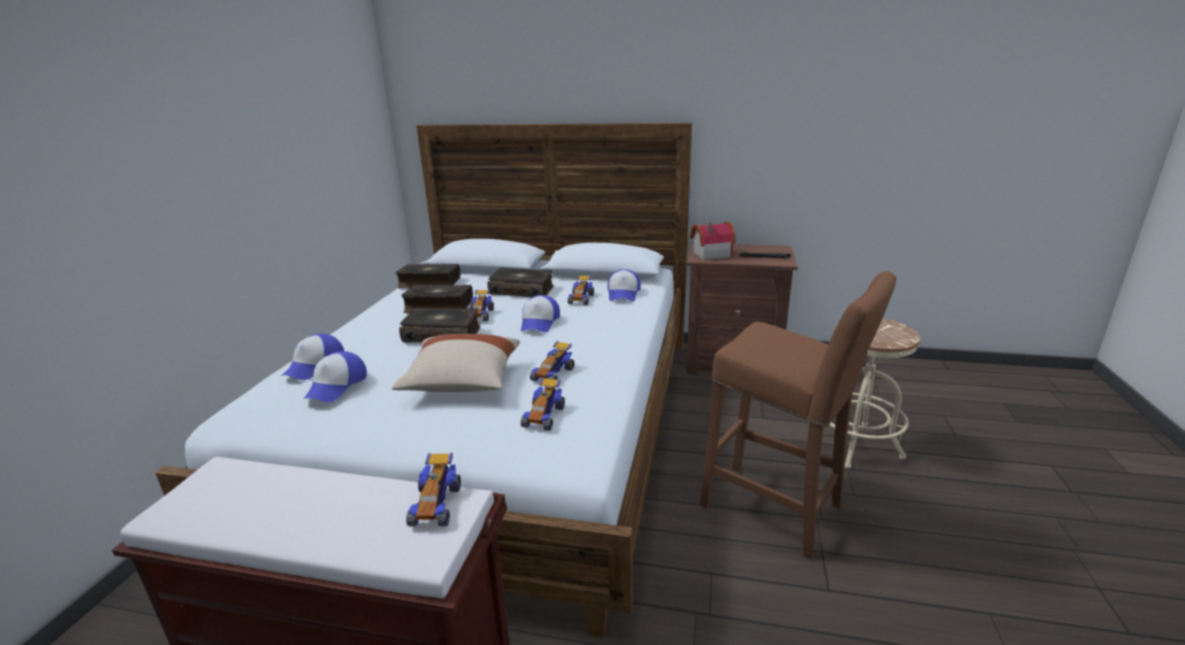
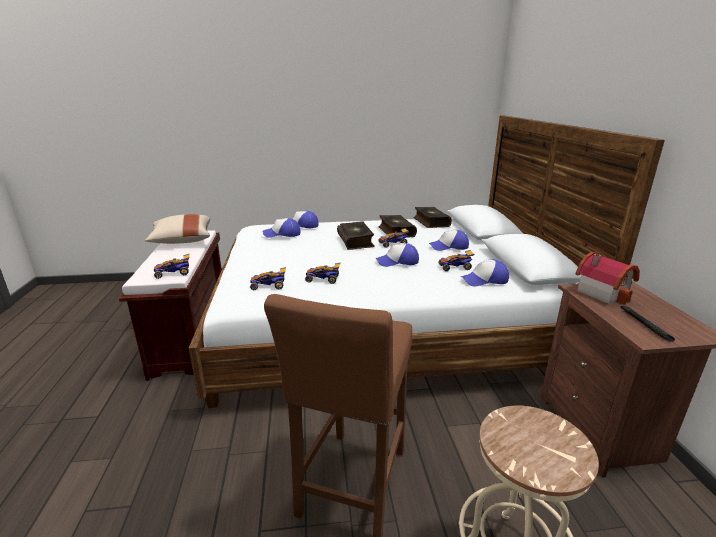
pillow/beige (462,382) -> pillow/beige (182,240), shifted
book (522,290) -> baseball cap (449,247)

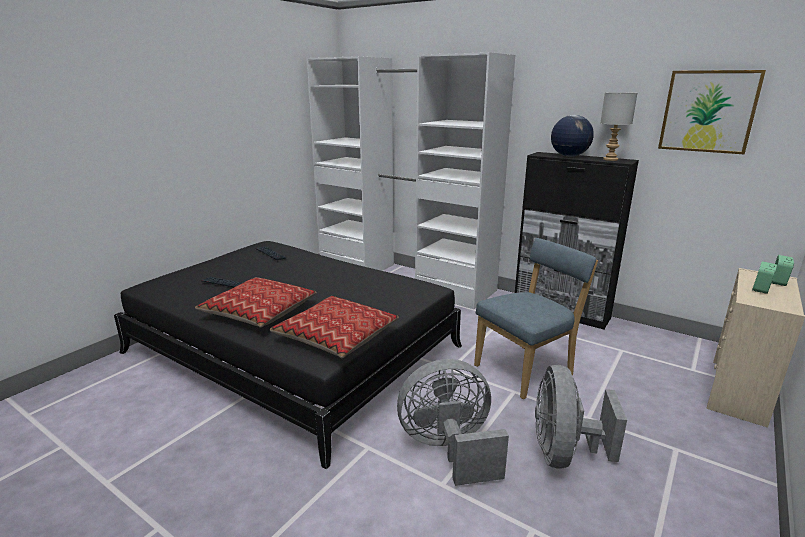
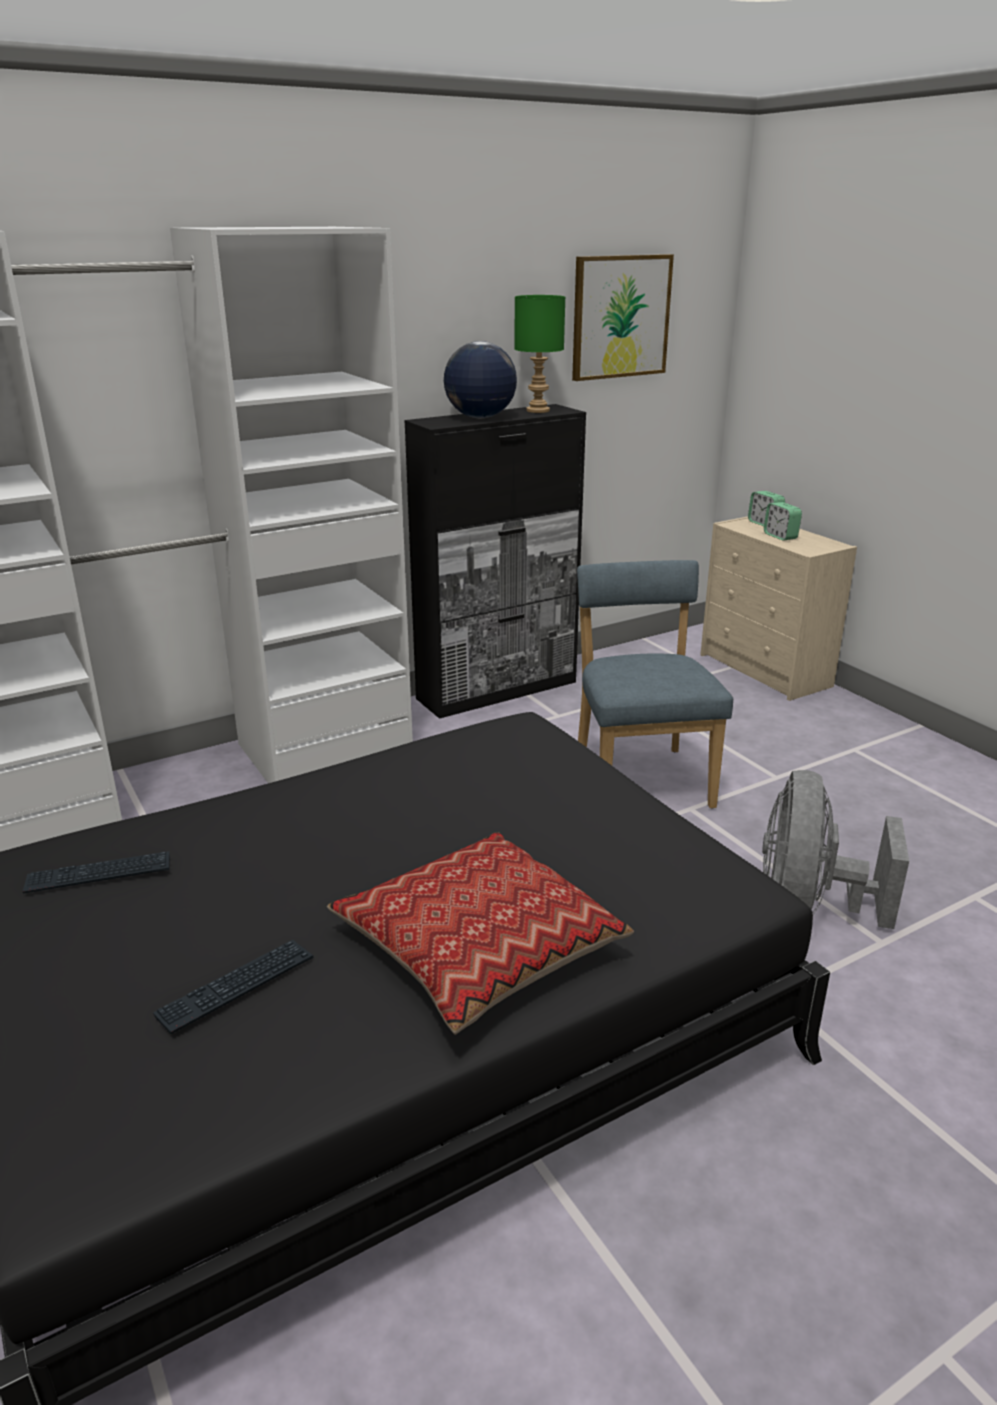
pillow (336,335) -> none
electric fan/gray (564,453) -> none
table lamp/gray (611,159) -> table lamp/green (537,410)

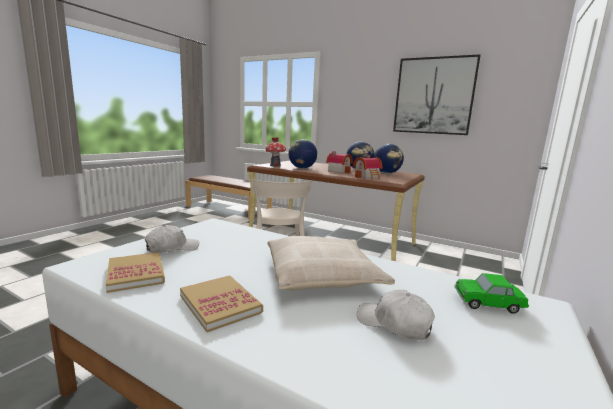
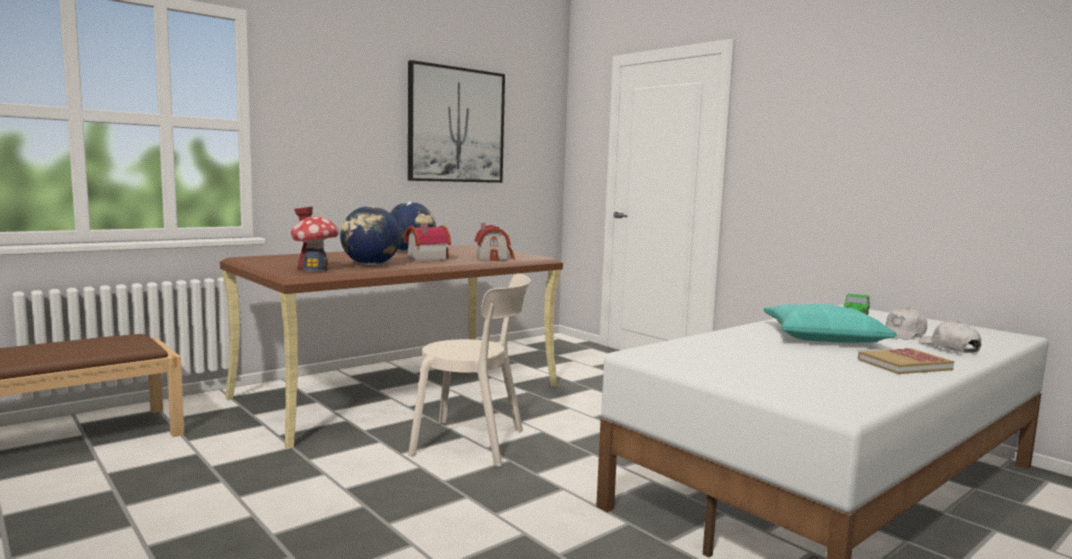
book (136,274) -> none
baseball cap/whitish (172,248) -> baseball cap/whitish (948,348), shifted
pillow/beige (323,275) -> pillow/turquoise (823,336)
desk globe (387,173) -> none

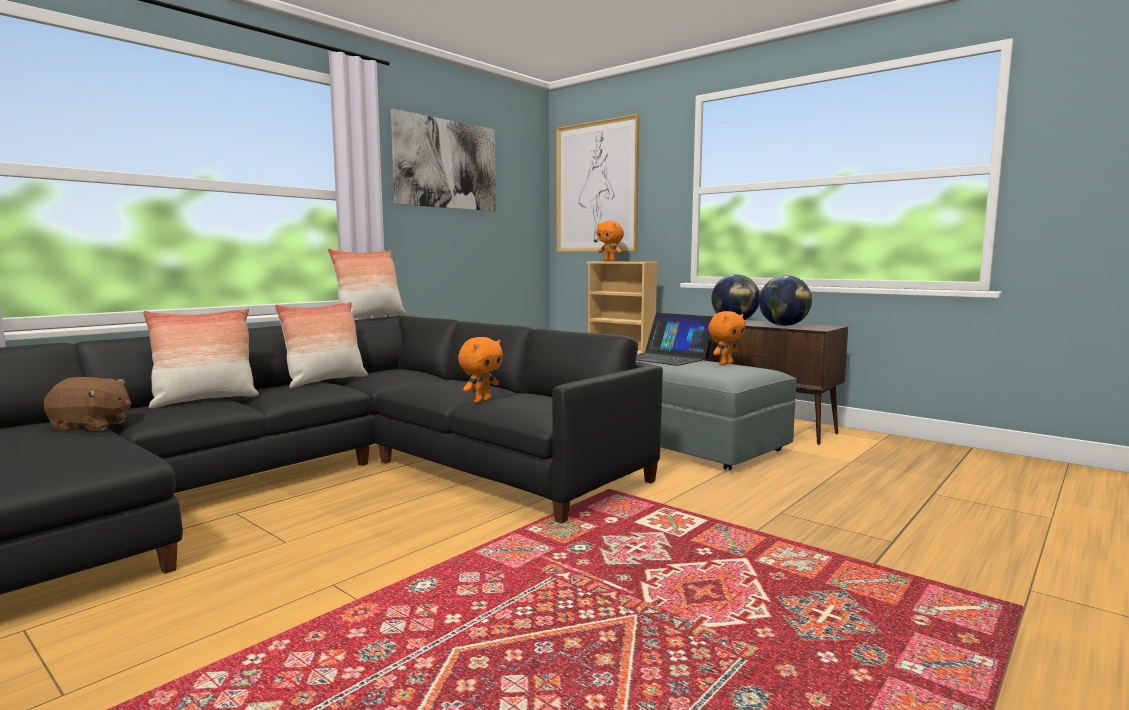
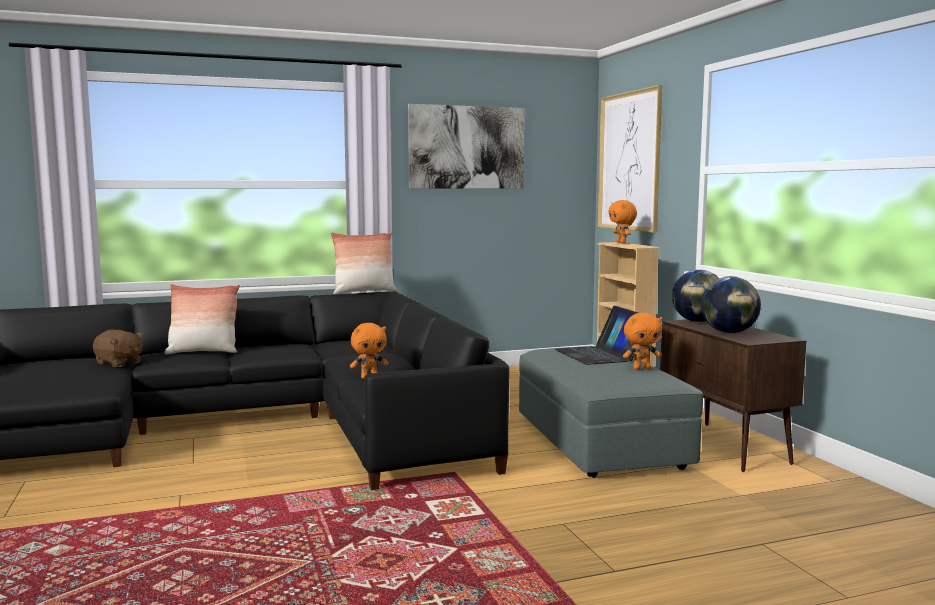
pillow (325,381) -> none

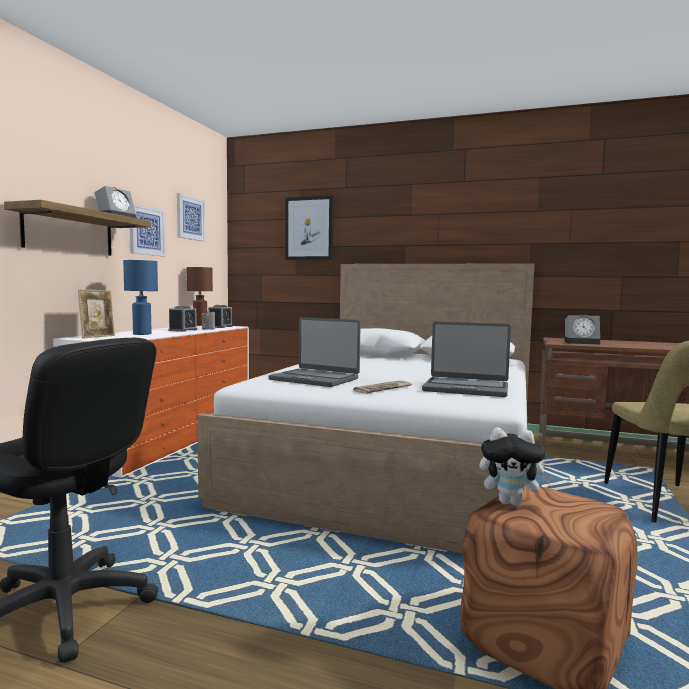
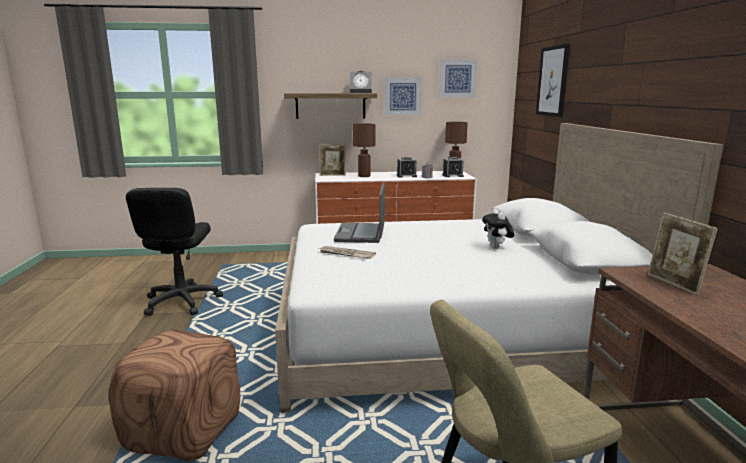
table lamp/blue-coloured (142,334) -> table lamp/brown (364,176)
laptop (466,388) -> none
cuddly toy (511,502) -> cuddly toy (496,248), shifted
table clock (582,342) -> photo frame (674,284)

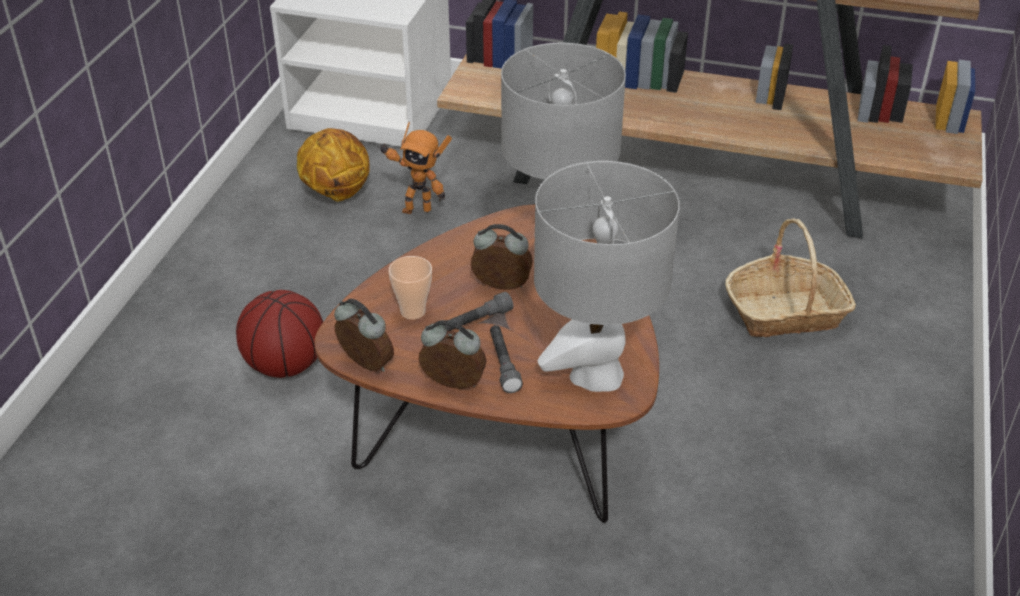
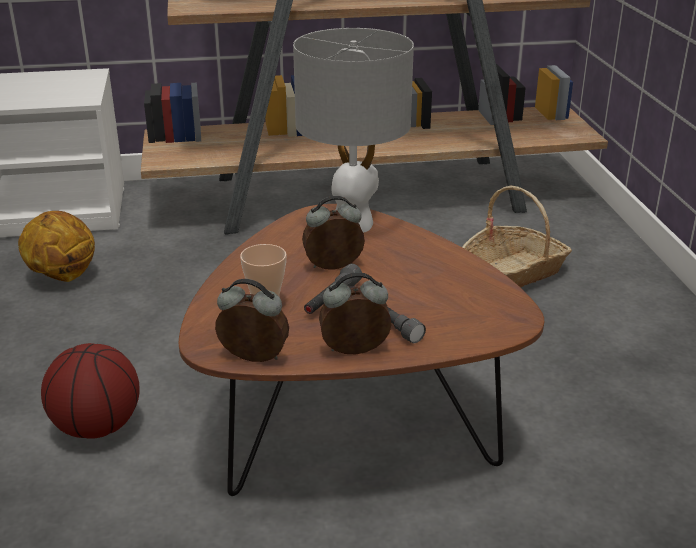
toy robot (416,209) -> none
table lamp/gray (596,375) -> none

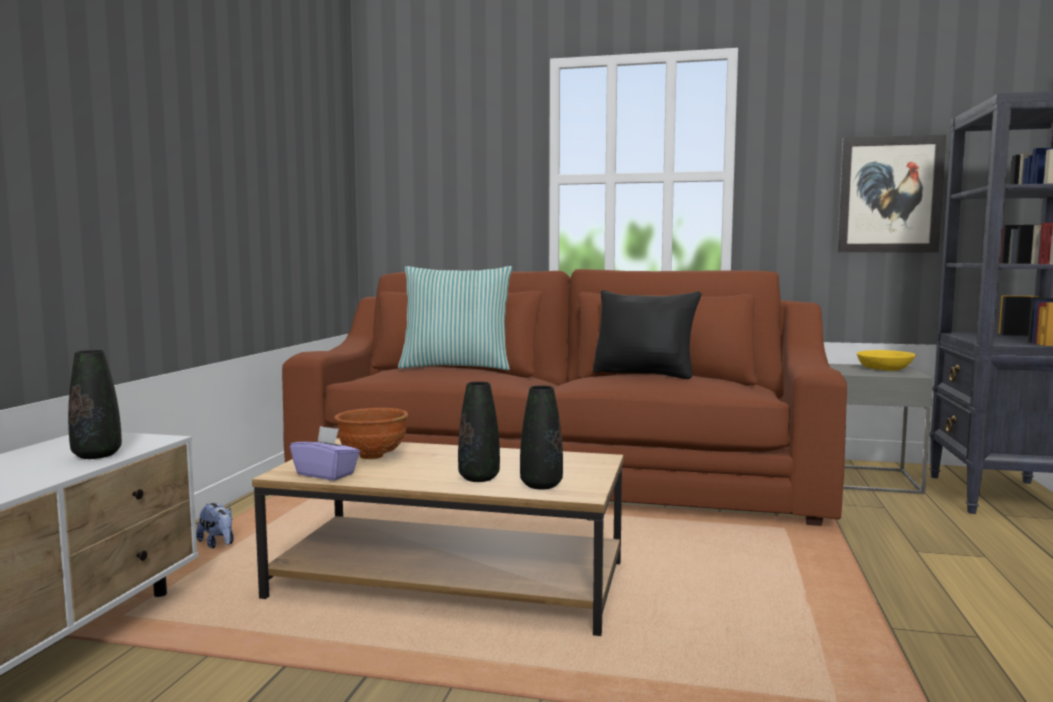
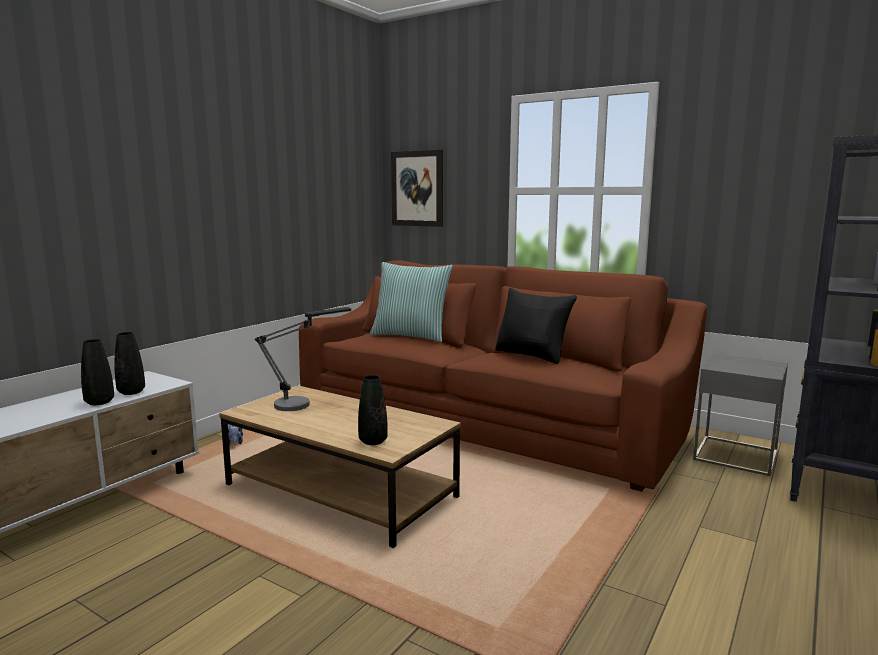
tissue box/purple (326,474) -> none
bowl/brown (372,456) -> table lamp (302,403)
flower vase/blackish (479,478) -> flower vase/blackish (99,402), shifted
picture (889,195) -> picture (417,188), shifted
bowl/yellow (885,369) -> none

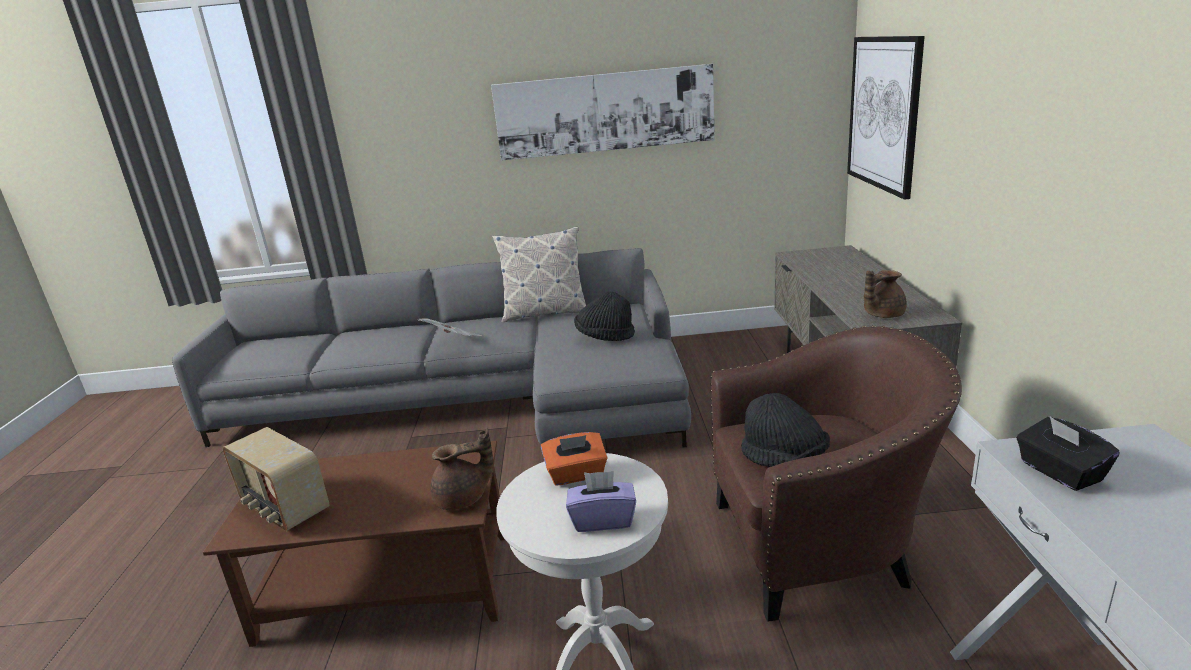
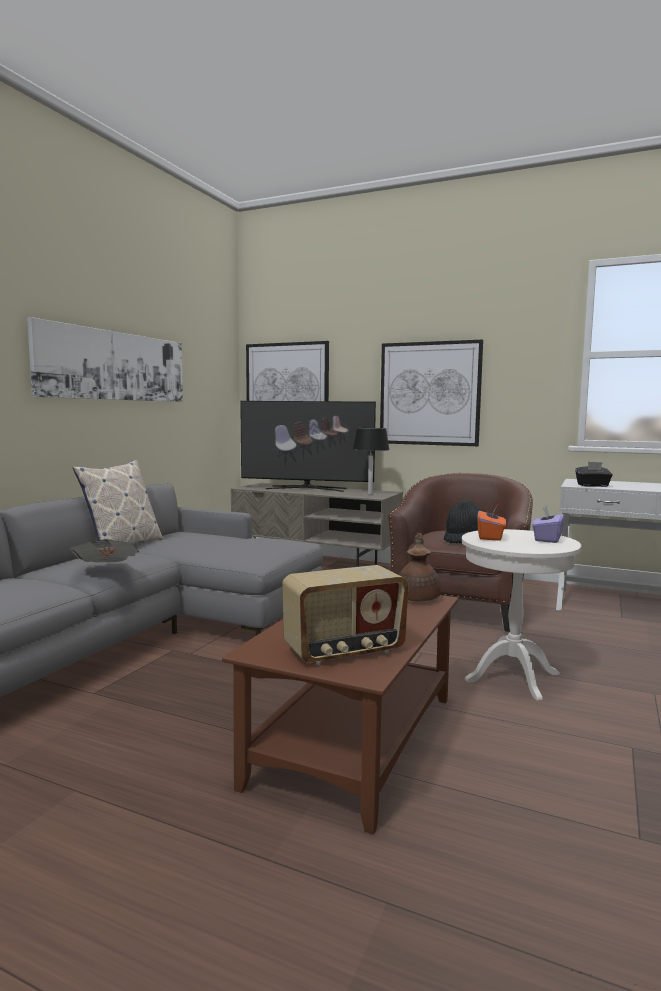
clothing hat/blackish (605,337) -> none
teapot/brown (882,315) -> table lamp/blackish (370,494)
none -> television (306,488)
none -> picture (429,393)

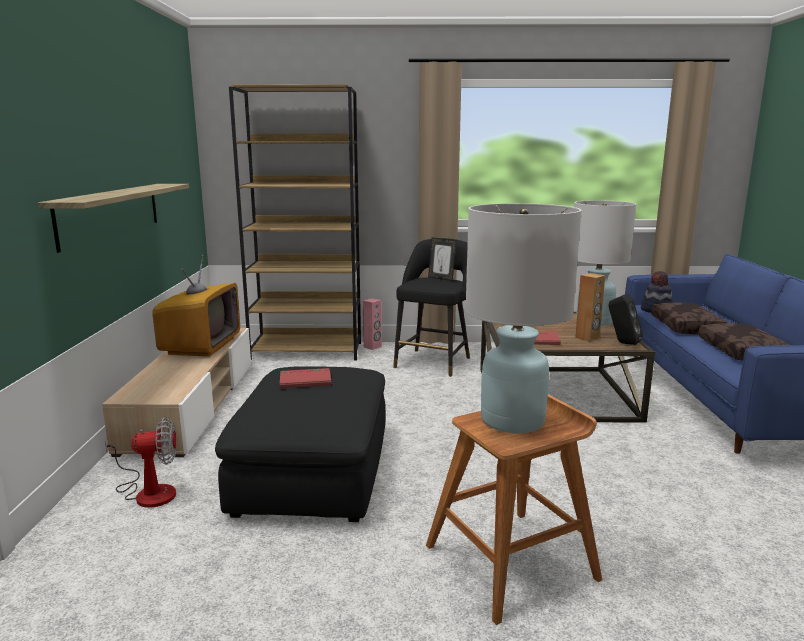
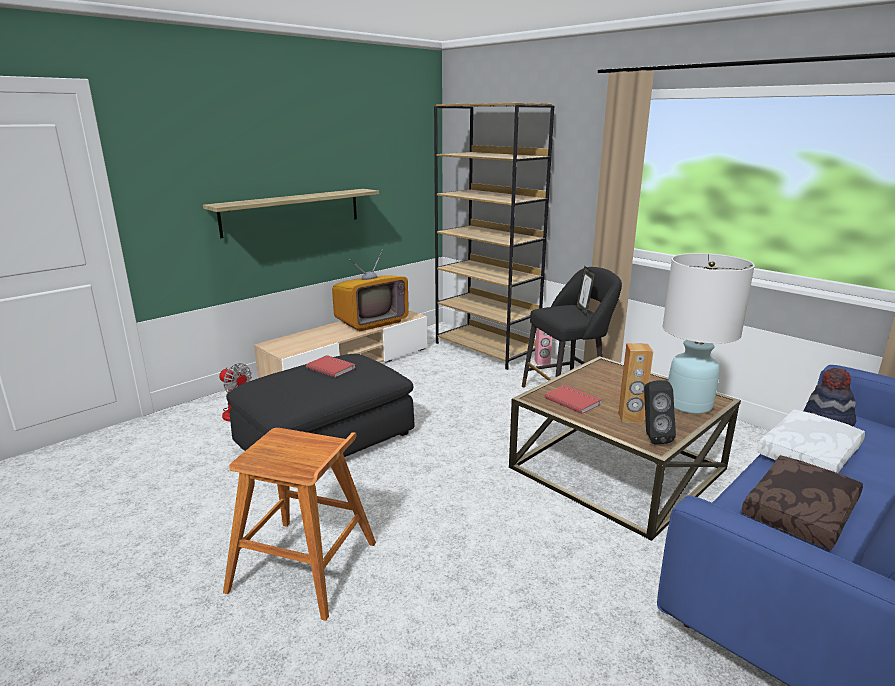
table lamp/whitish (512,420) -> none
pillow/brown (687,327) -> pillow/whitish (810,455)

